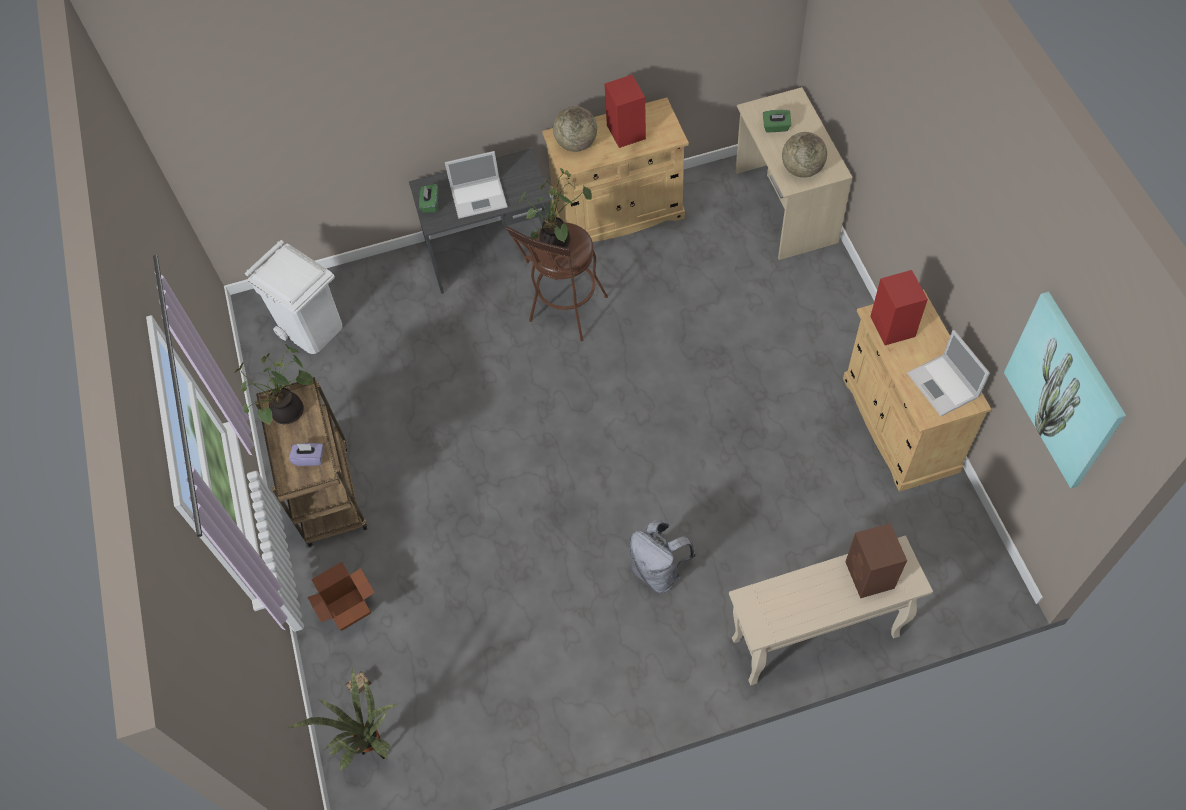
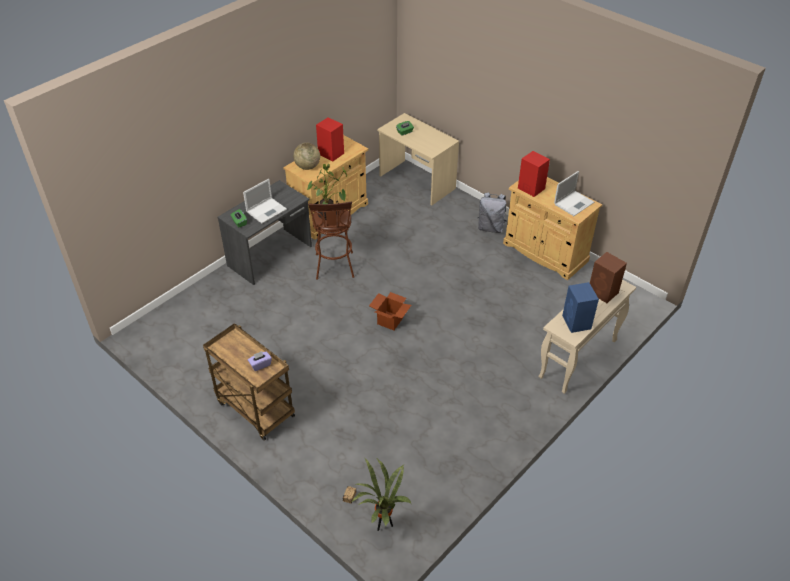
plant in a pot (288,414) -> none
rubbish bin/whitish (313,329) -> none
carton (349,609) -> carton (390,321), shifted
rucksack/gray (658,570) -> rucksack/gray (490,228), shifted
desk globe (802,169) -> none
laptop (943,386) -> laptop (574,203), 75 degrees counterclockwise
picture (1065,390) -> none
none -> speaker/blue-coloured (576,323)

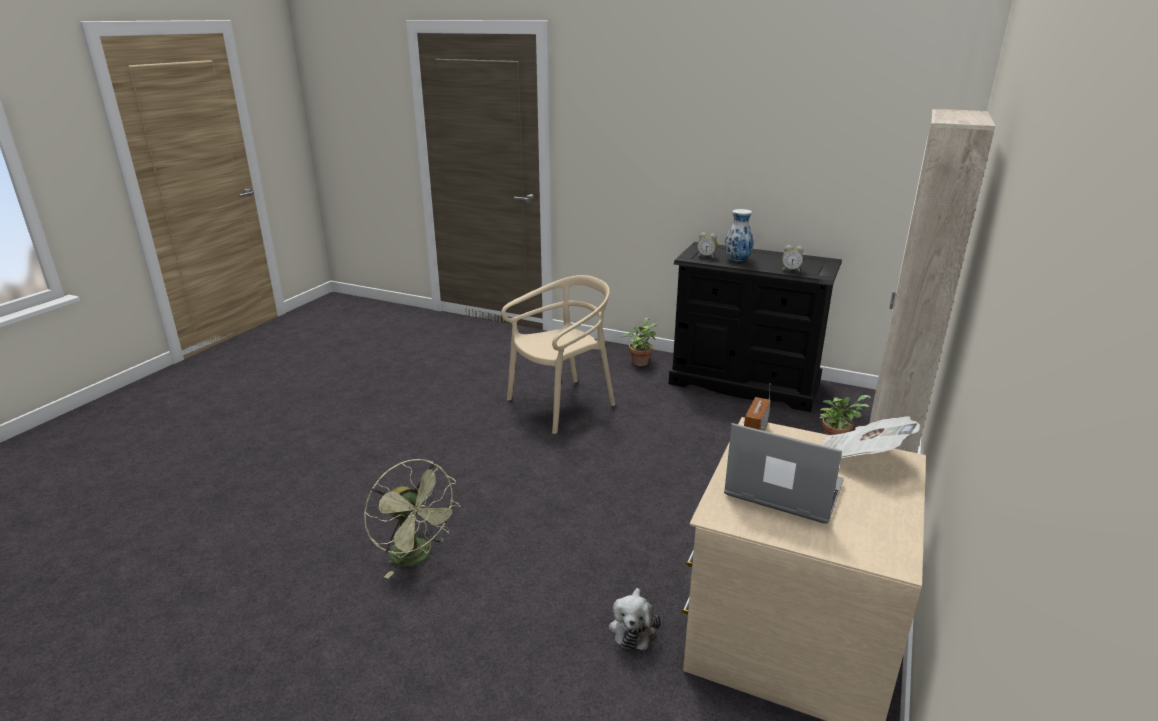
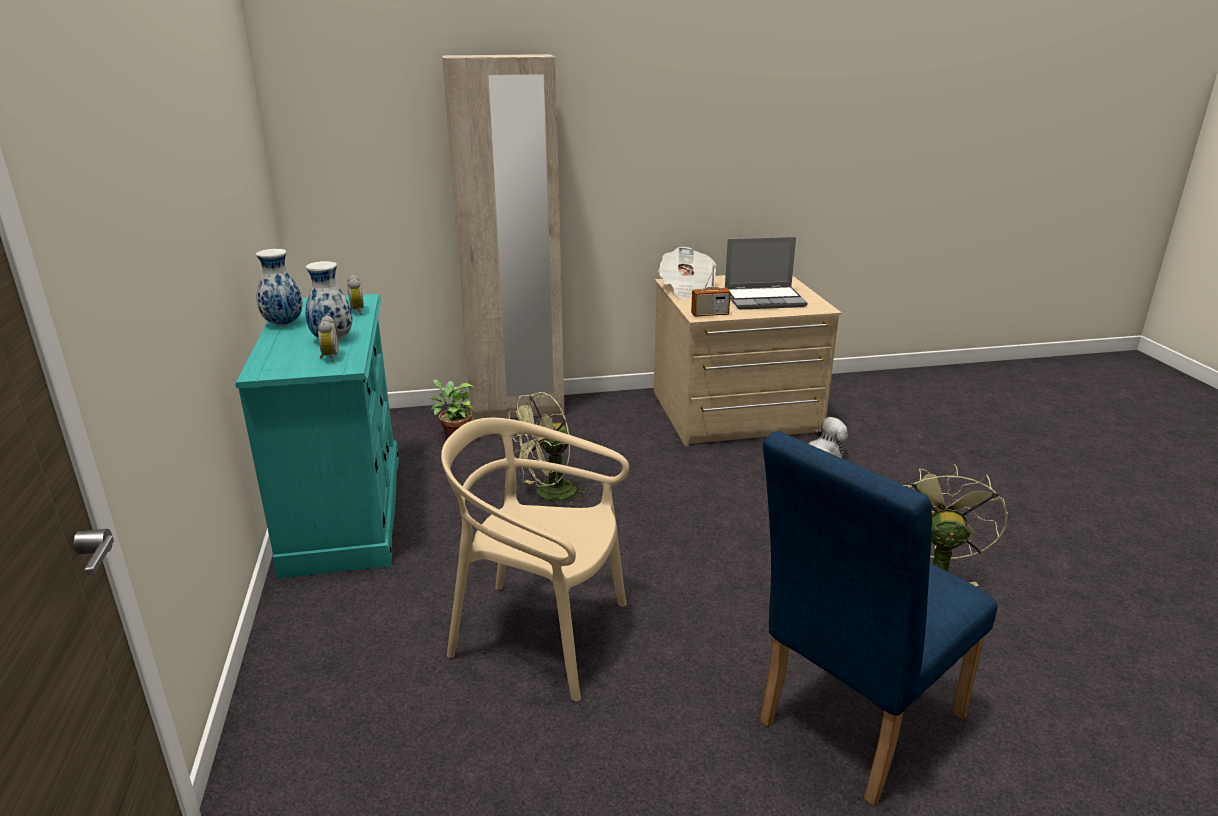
plant in a pot (640,361) -> none
dresser/blackish (744,383) -> dresser/turquoise (345,511)
laptop (781,490) -> laptop (765,299), 90 degrees counterclockwise
none -> flower vase (283,324)
none -> electric fan/green (548,495)
none -> plain chair/blue-coloured (851,726)

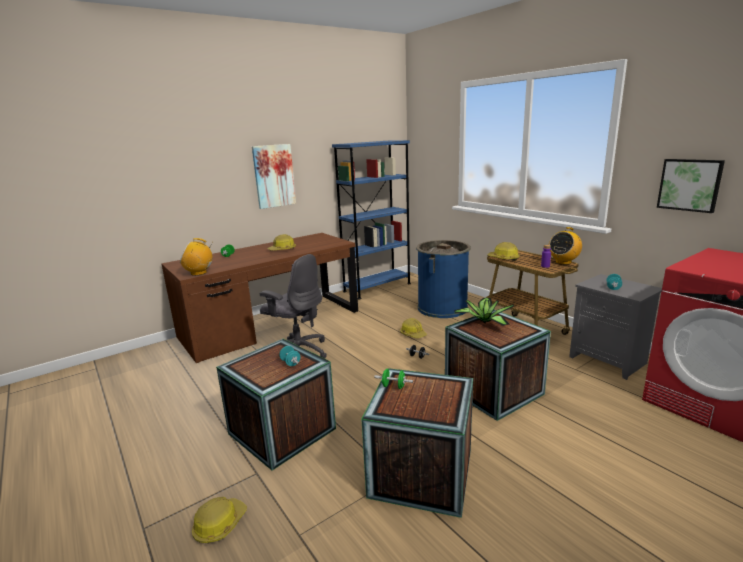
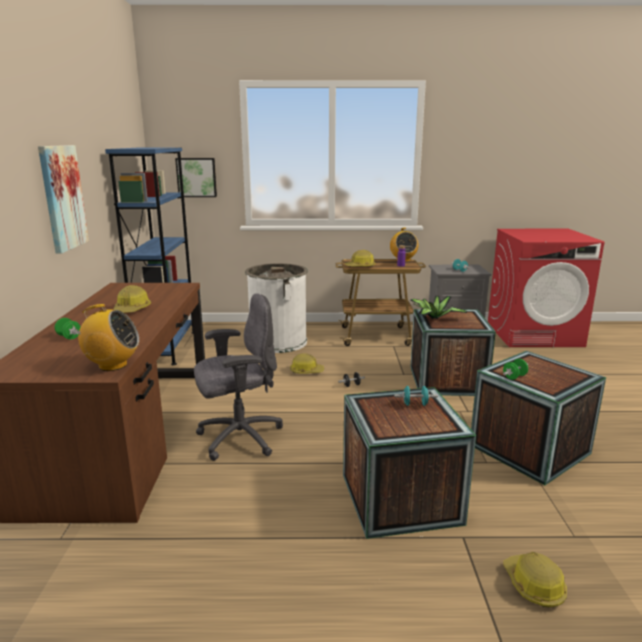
radio receiver (199,273) -> radio receiver (112,365), 120 degrees counterclockwise
rubbish bin/blue-coloured (442,308) -> rubbish bin/whitish (278,342)
picture (690,185) -> picture (196,177), shifted

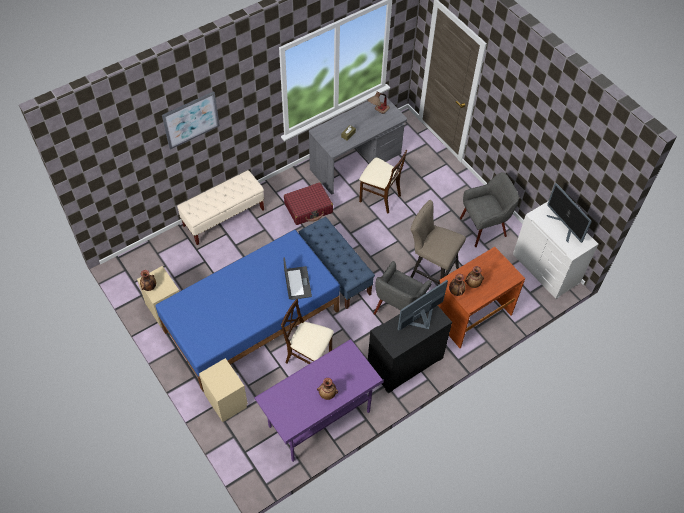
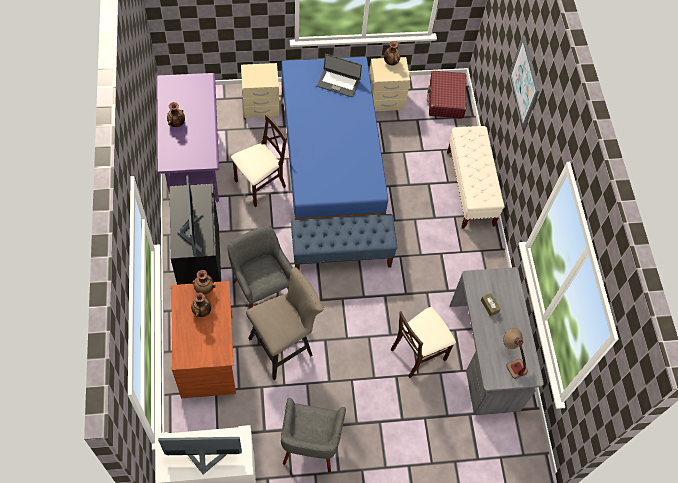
laptop (297,283) -> laptop (338,82), shifted
travel case/red (308,208) -> travel case/red (446,99), shifted

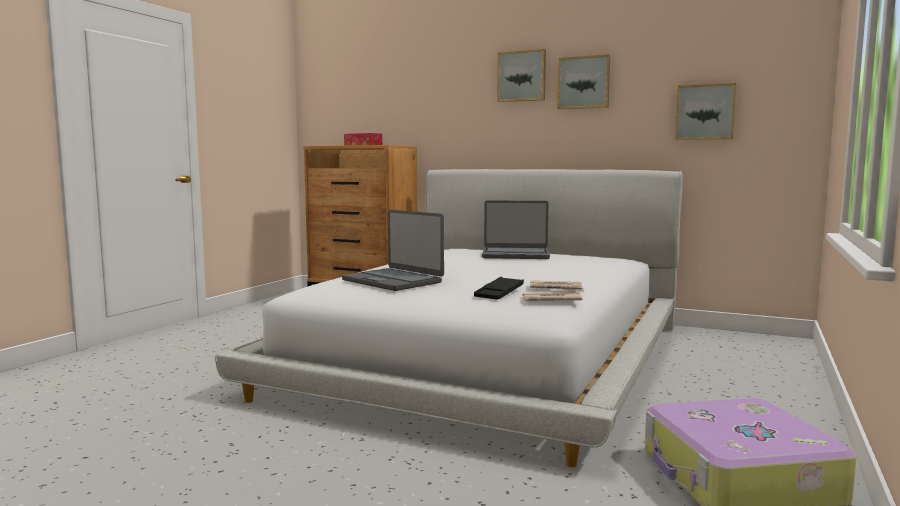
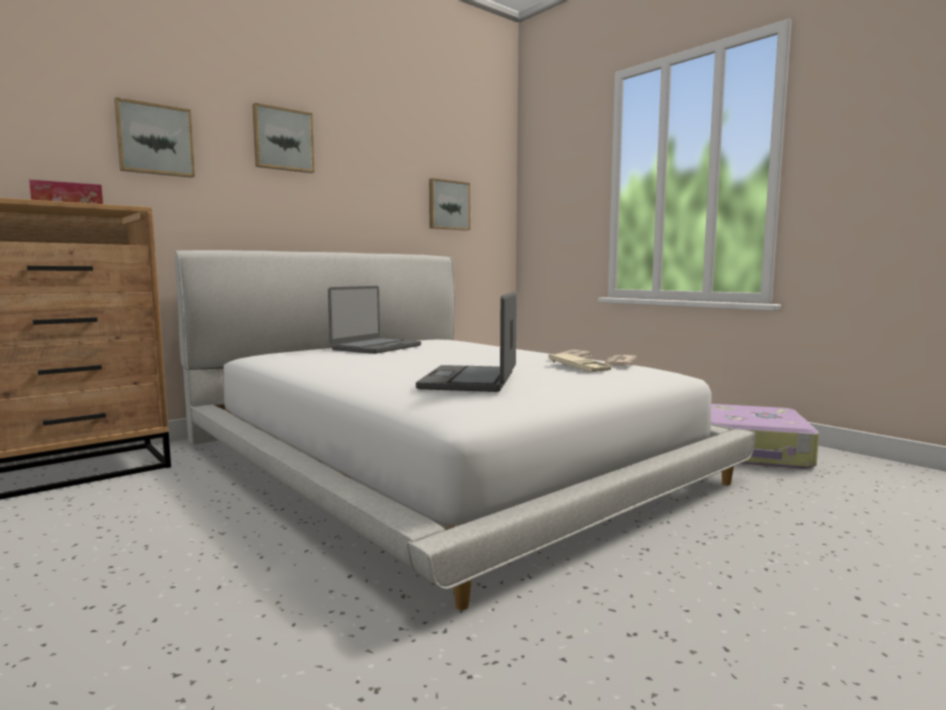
laptop (393,281) -> laptop (470,381), 120 degrees clockwise
carrying tray/blackish (499,293) -> carrying tray/beige (578,367)
picture (584,82) -> picture (155,140), shifted

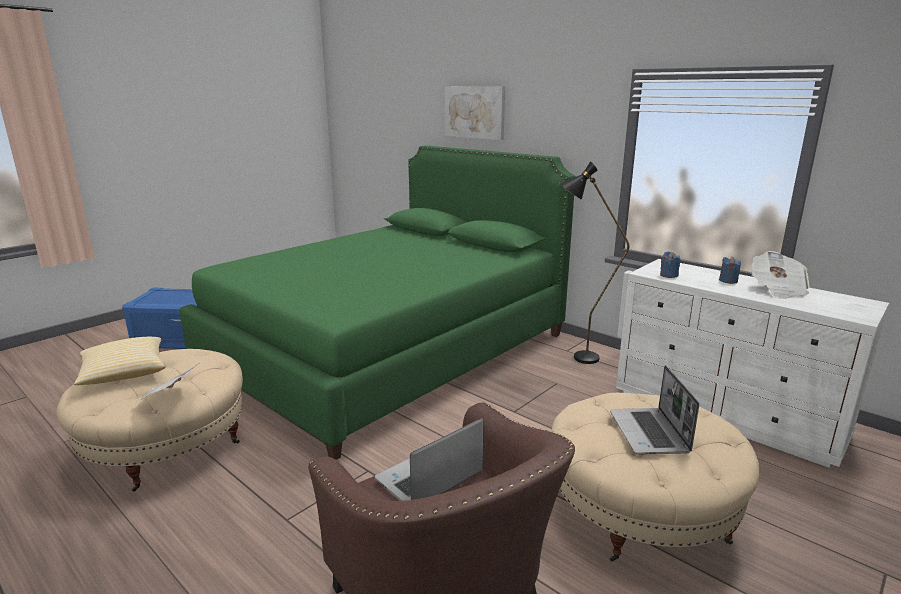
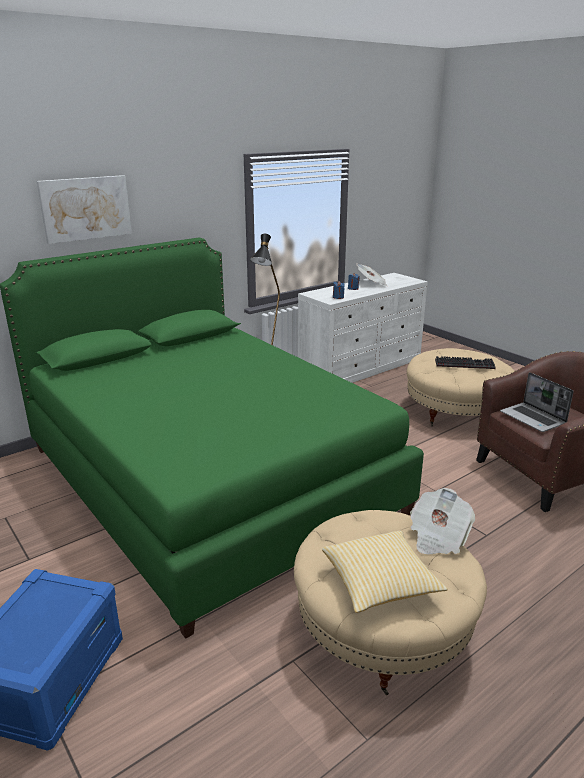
laptop (649,433) -> PC keyboard (465,364)

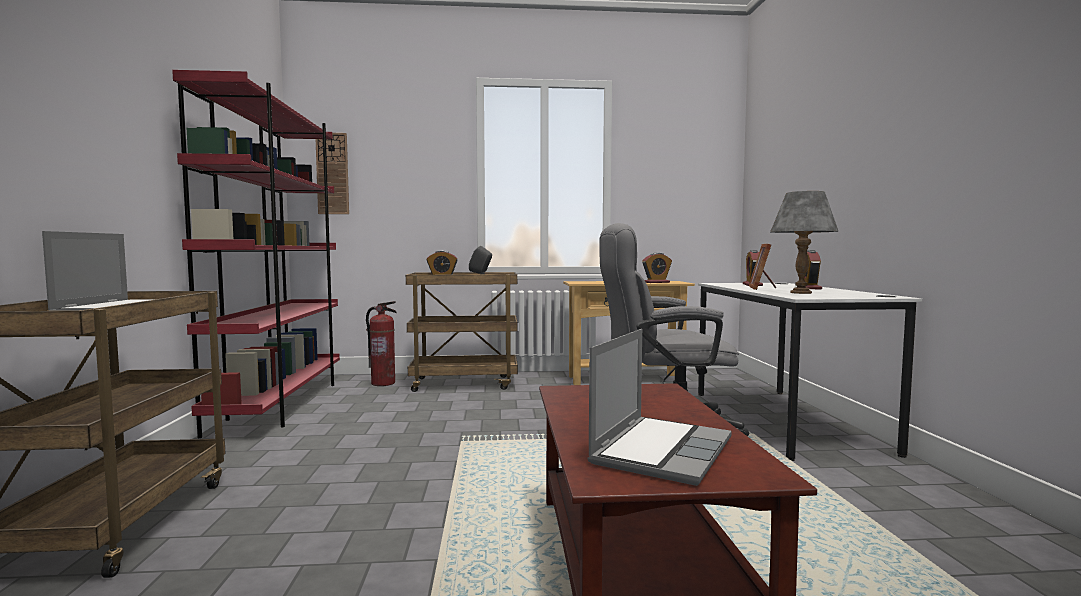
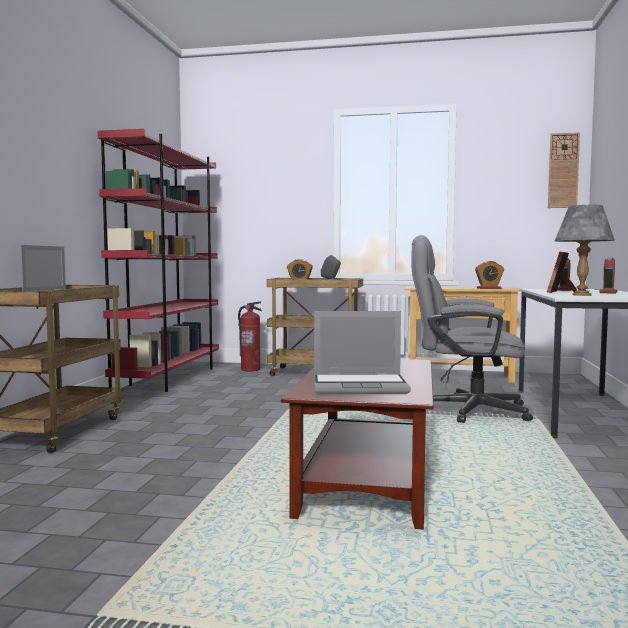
wall clock (332,173) -> wall clock (563,170), shifted
laptop (661,450) -> laptop (361,386), 45 degrees clockwise

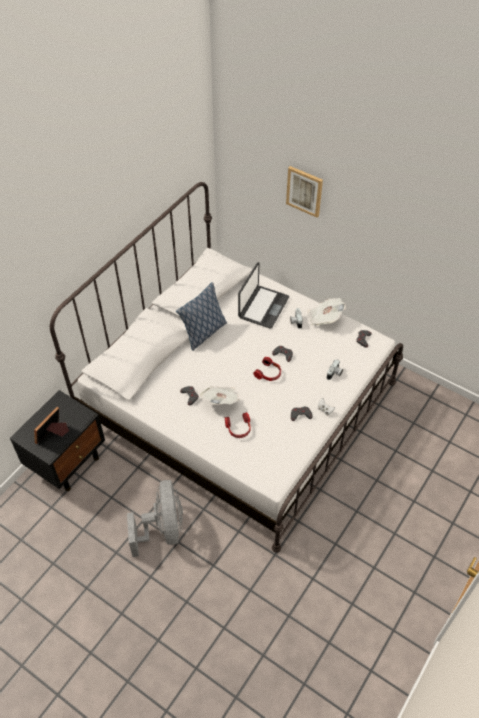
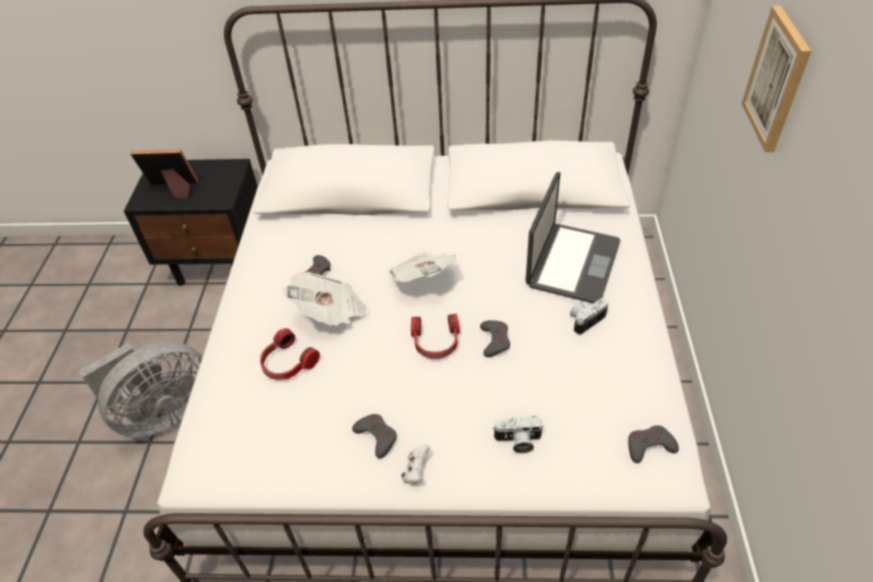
pillow (204,333) -> none
laptop (263,307) -> laptop (572,263), 60 degrees counterclockwise
printed paper (324,318) -> printed paper (423,278), shifted

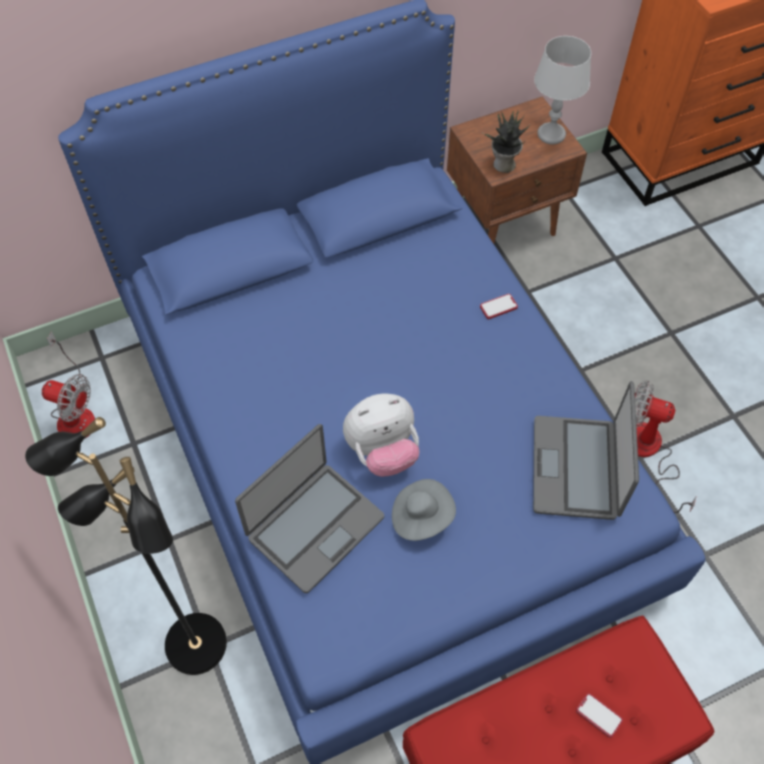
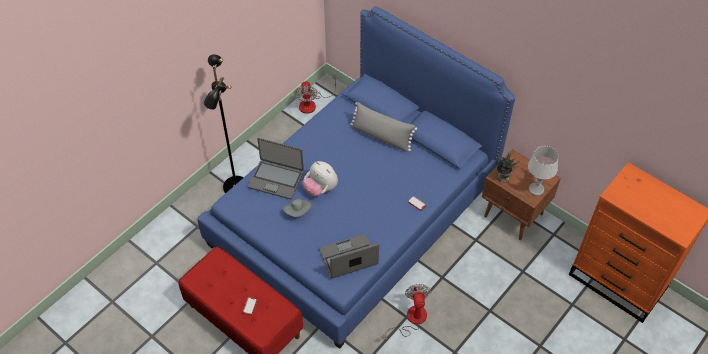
none -> pillow/gray (381,136)

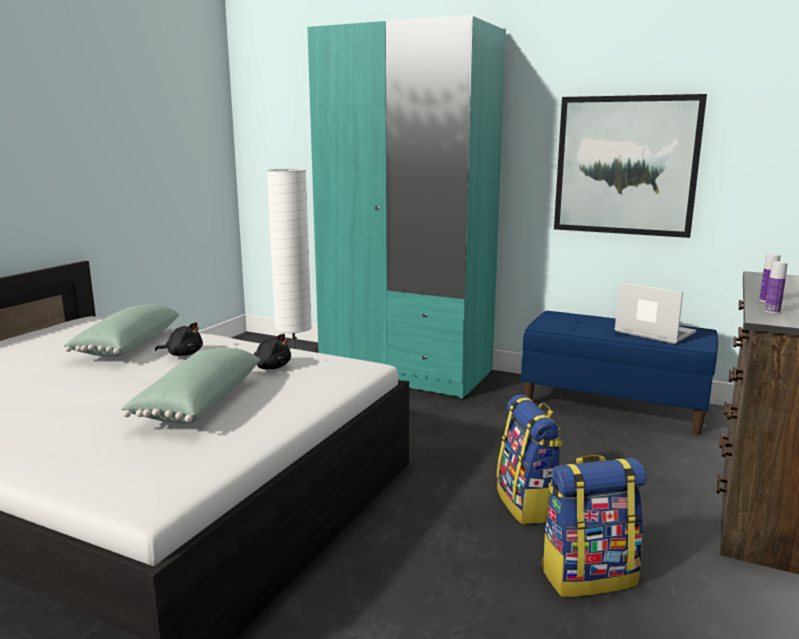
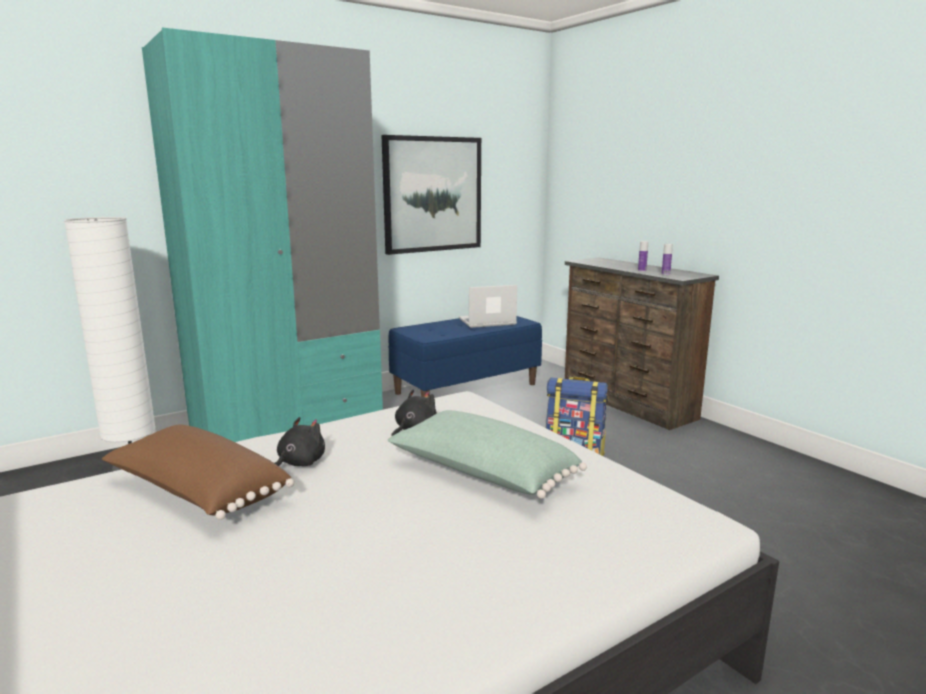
pillow/green (126,345) -> pillow/brown (197,493)
rucksack (588,575) -> none

